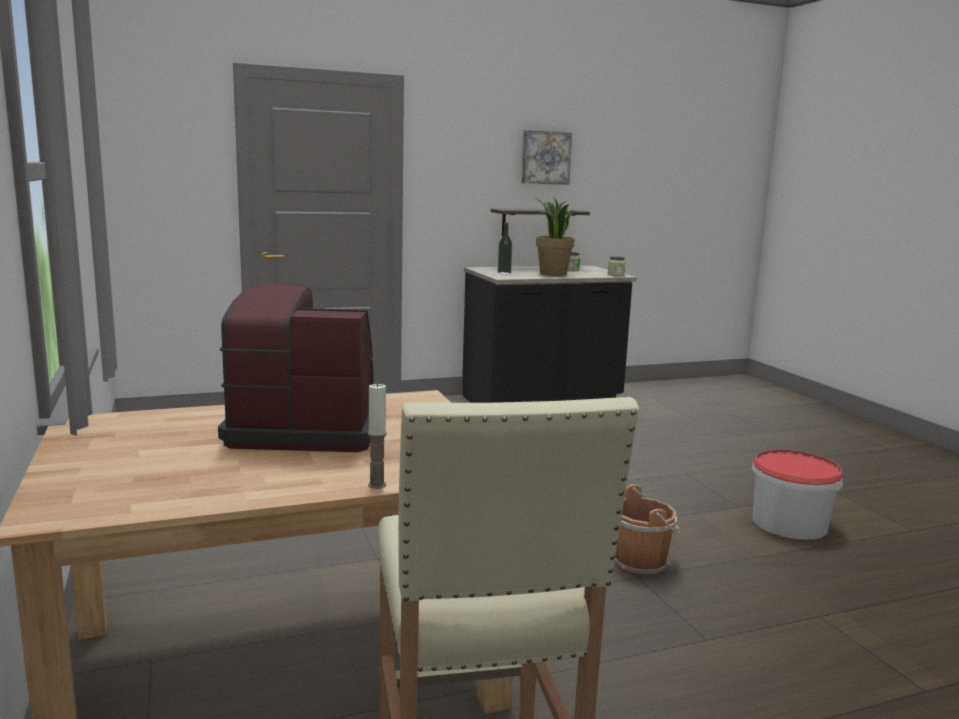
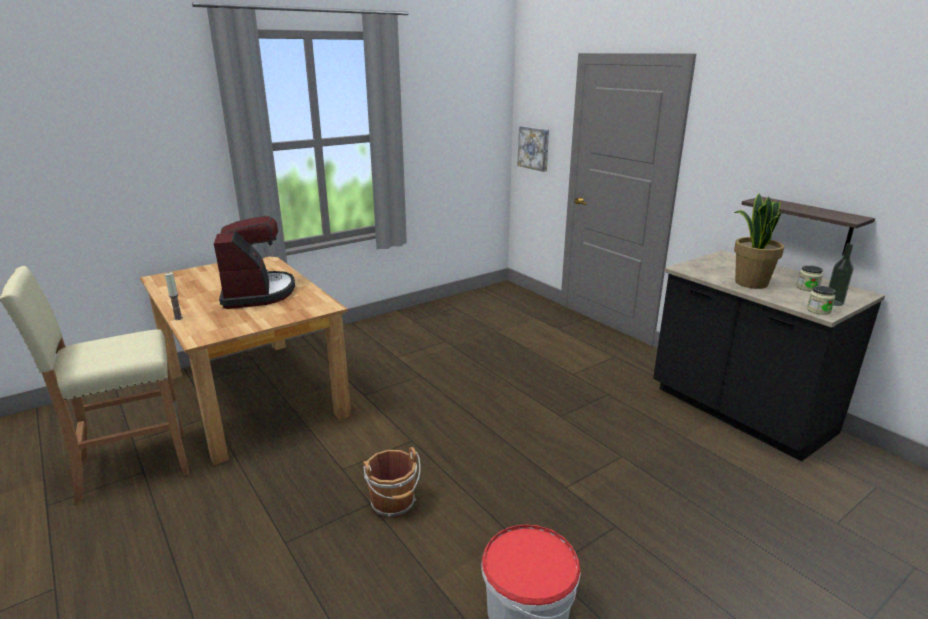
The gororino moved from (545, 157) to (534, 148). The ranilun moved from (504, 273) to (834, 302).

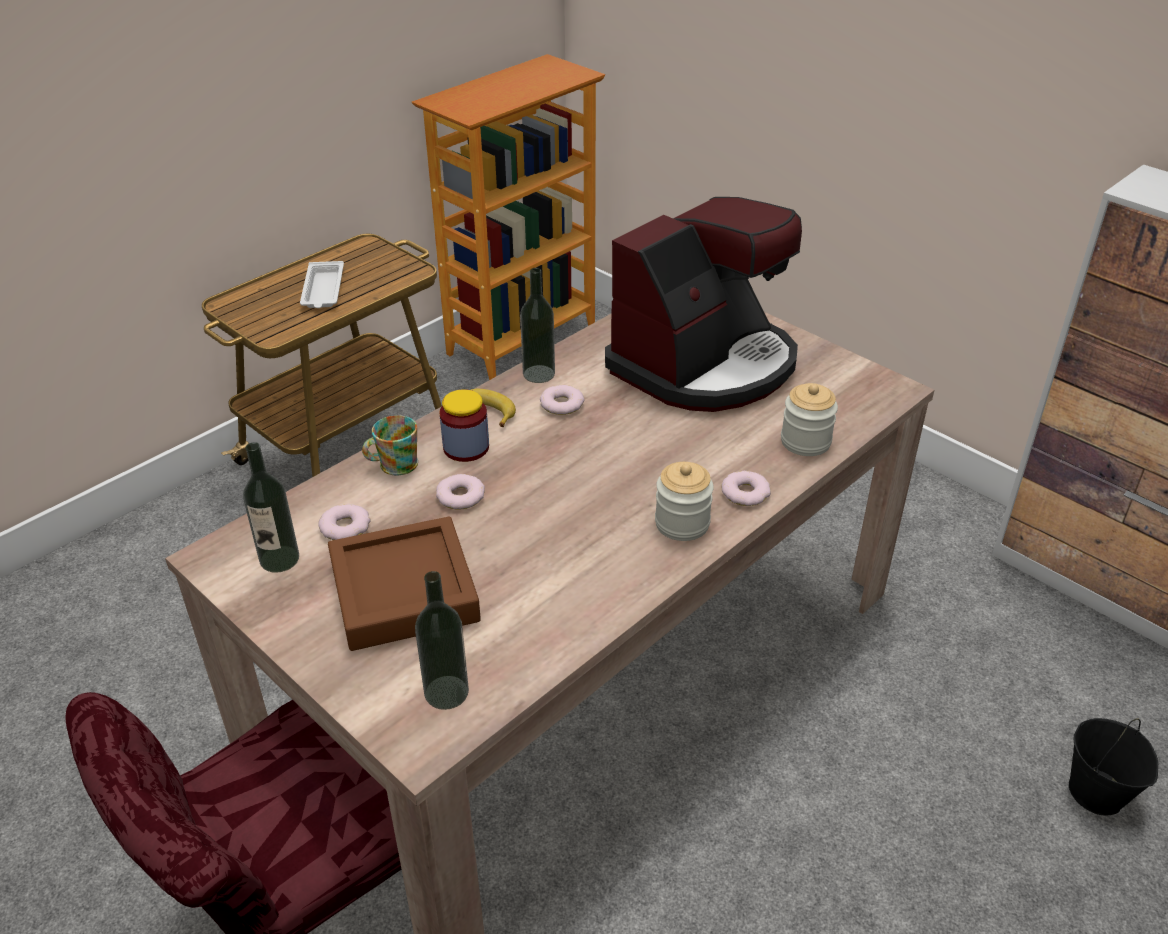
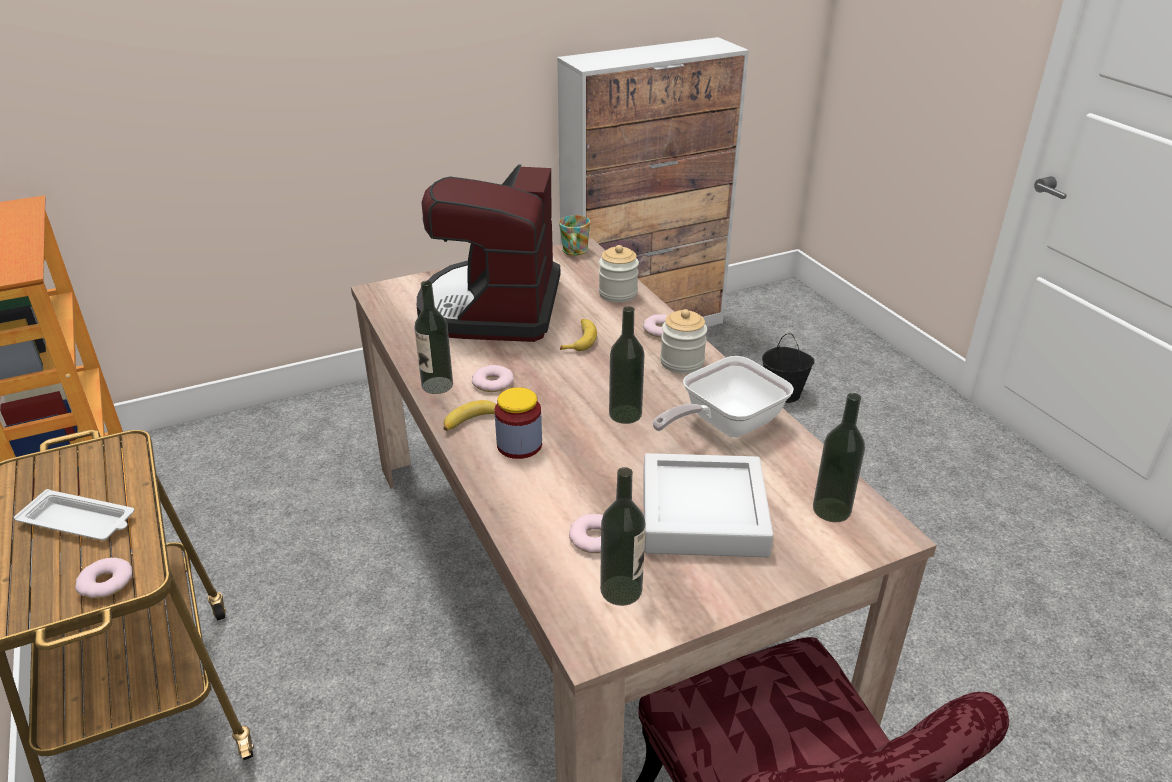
The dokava at (705, 365) turned 150 degrees counterclockwise. The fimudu moved from (393, 464) to (574, 251). The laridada moved from (460, 496) to (106, 582). The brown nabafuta at (404, 592) became the grey nabafuta at (703, 514). The ranilun at (625, 414) appeared. The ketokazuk at (580, 340) appeared. The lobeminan at (724, 425) appeared.

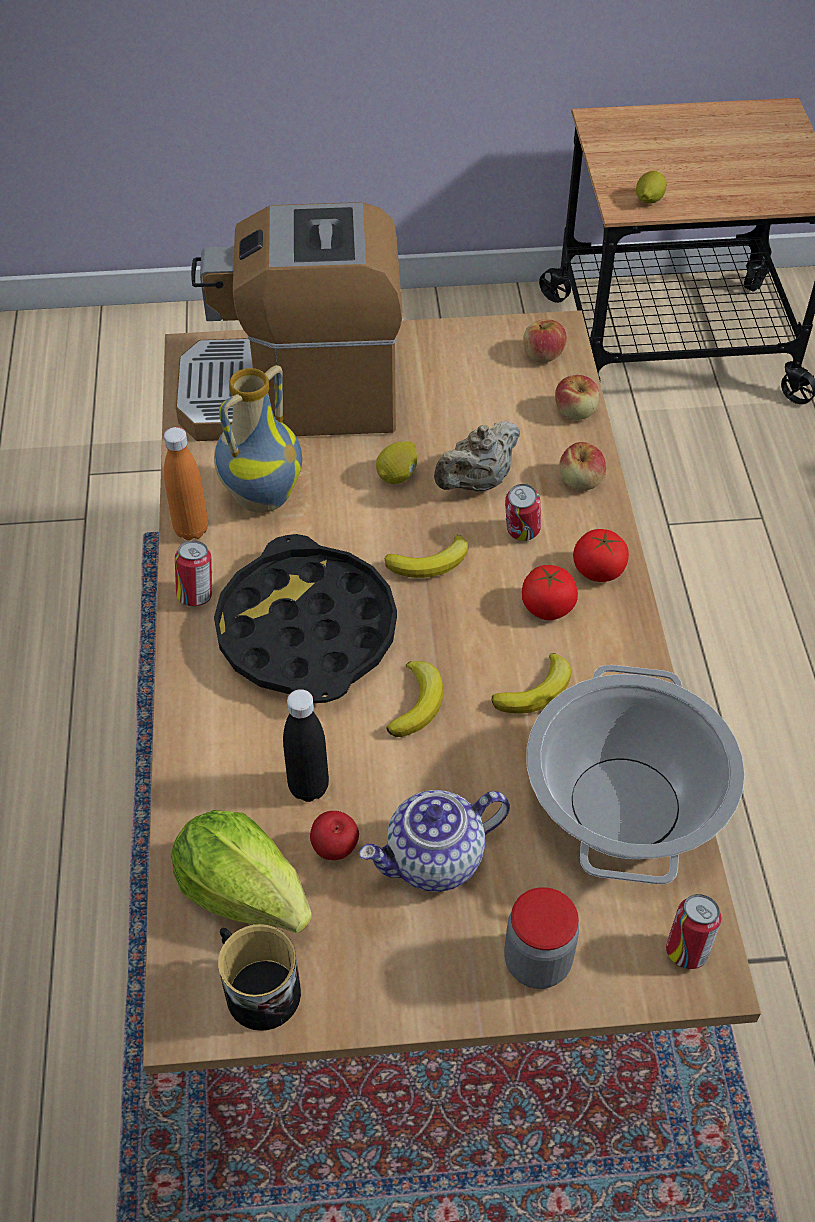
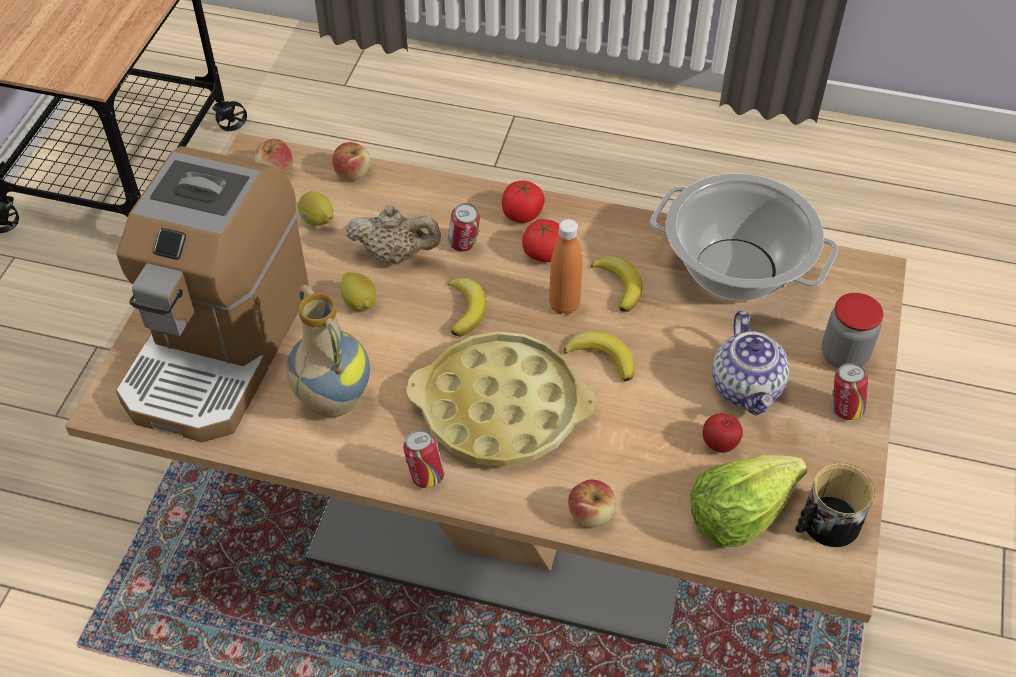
The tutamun moved from (648, 200) to (317, 220). The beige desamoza at (477, 482) turned 60 degrees counterclockwise. The orange ranilun moved from (191, 529) to (564, 305). The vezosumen moved from (580, 481) to (591, 514). The black nabafuta at (306, 631) became the yellow nabafuta at (500, 408). The black ranilun at (308, 787) disappeared. The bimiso moved from (687, 950) to (844, 409).

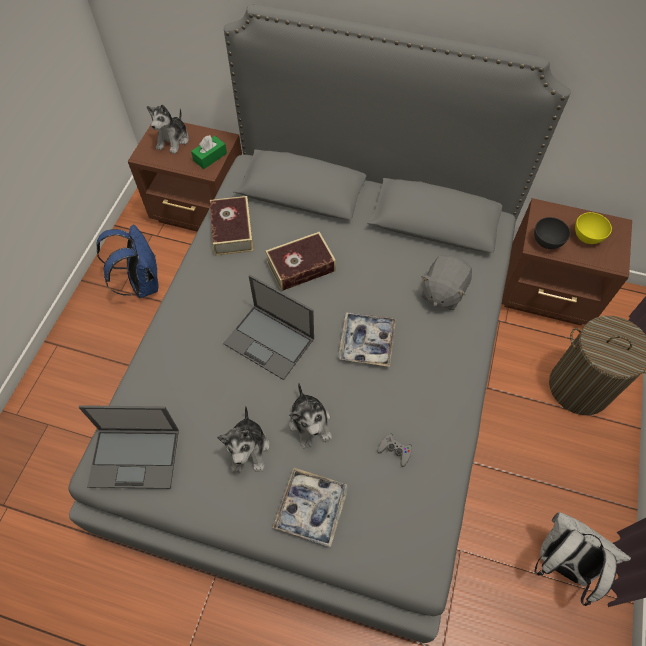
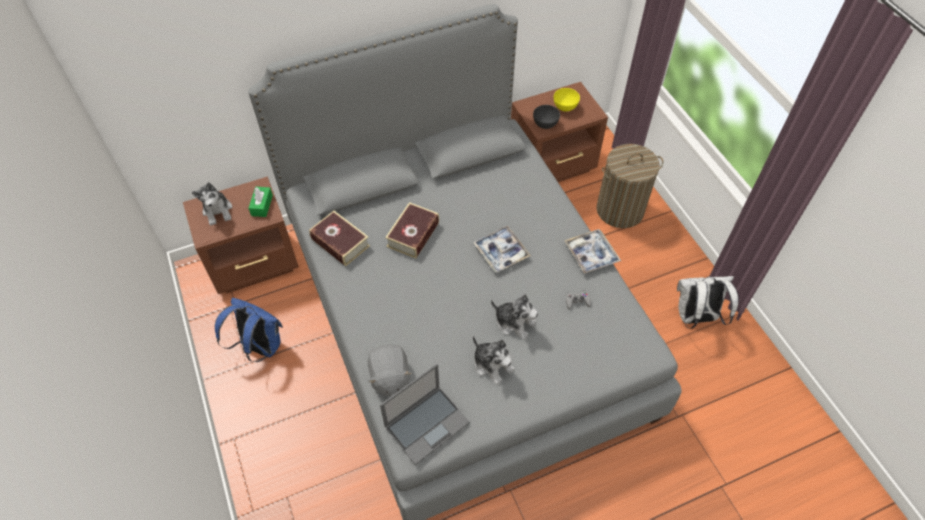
The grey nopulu moved from (442, 292) to (389, 378). The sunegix at (270, 341) disappeared. The nabafuta moved from (311, 508) to (591, 254).

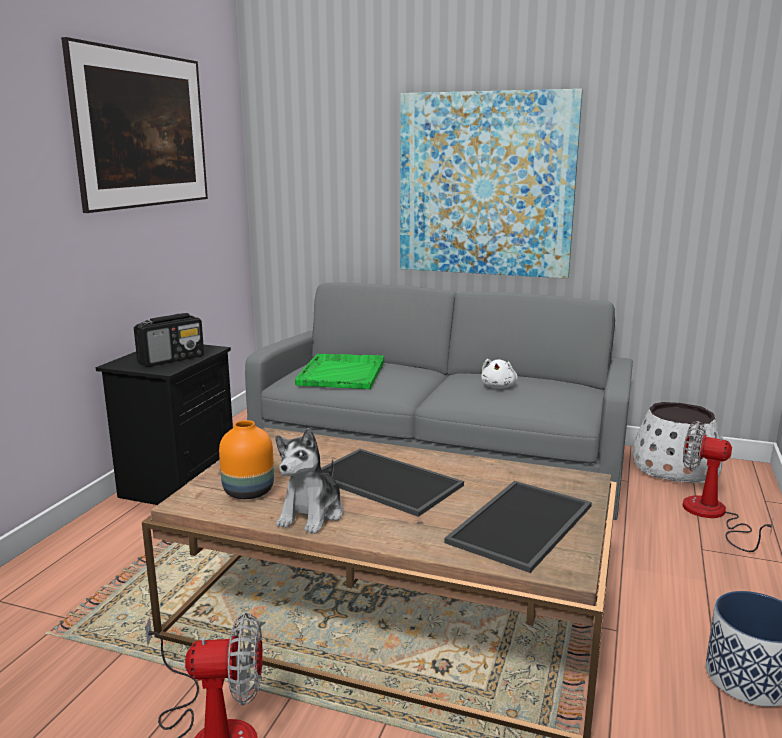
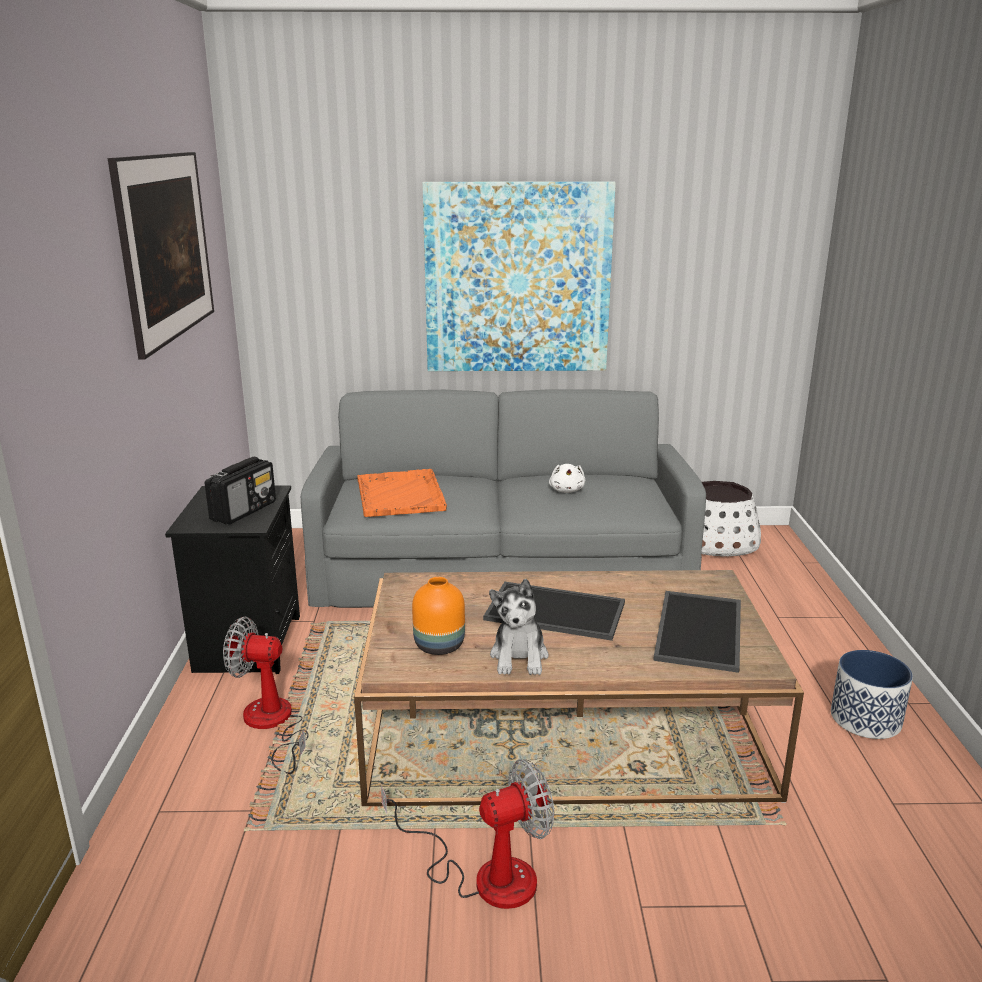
The green nabafuta at (342, 373) became the orange nabafuta at (400, 495). The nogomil moved from (712, 516) to (272, 724).

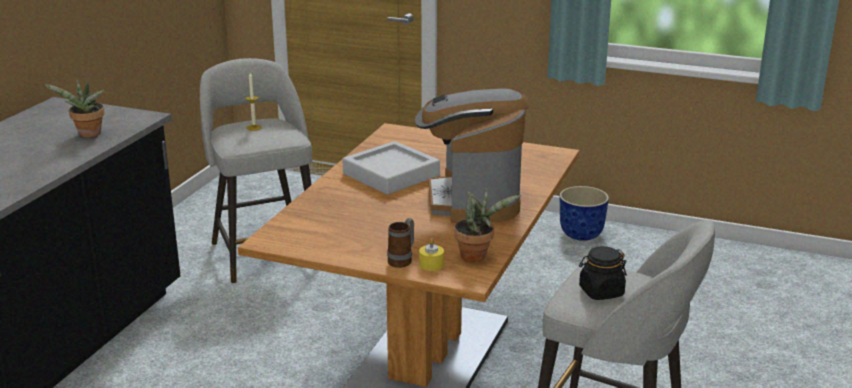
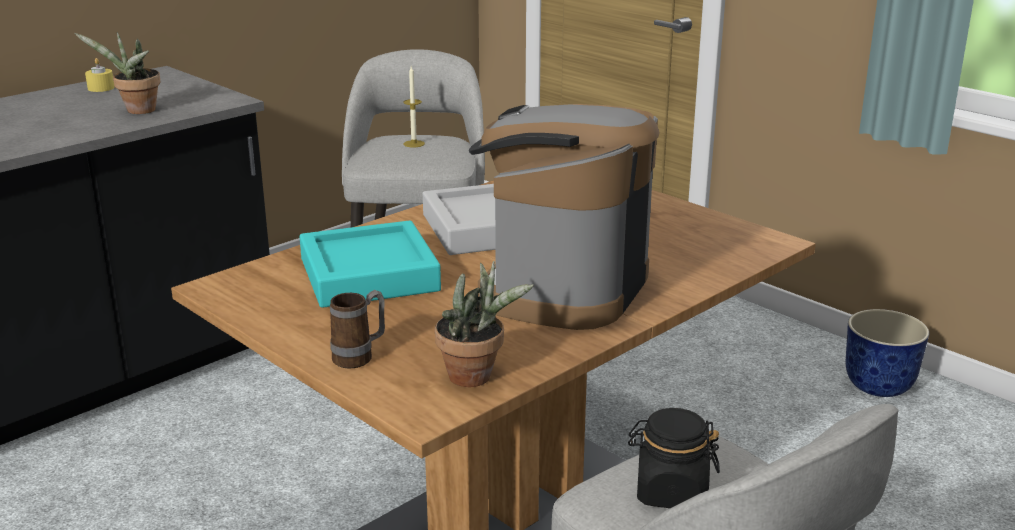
The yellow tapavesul moved from (431, 265) to (101, 88). The turquoise nabafuta at (369, 275) appeared.

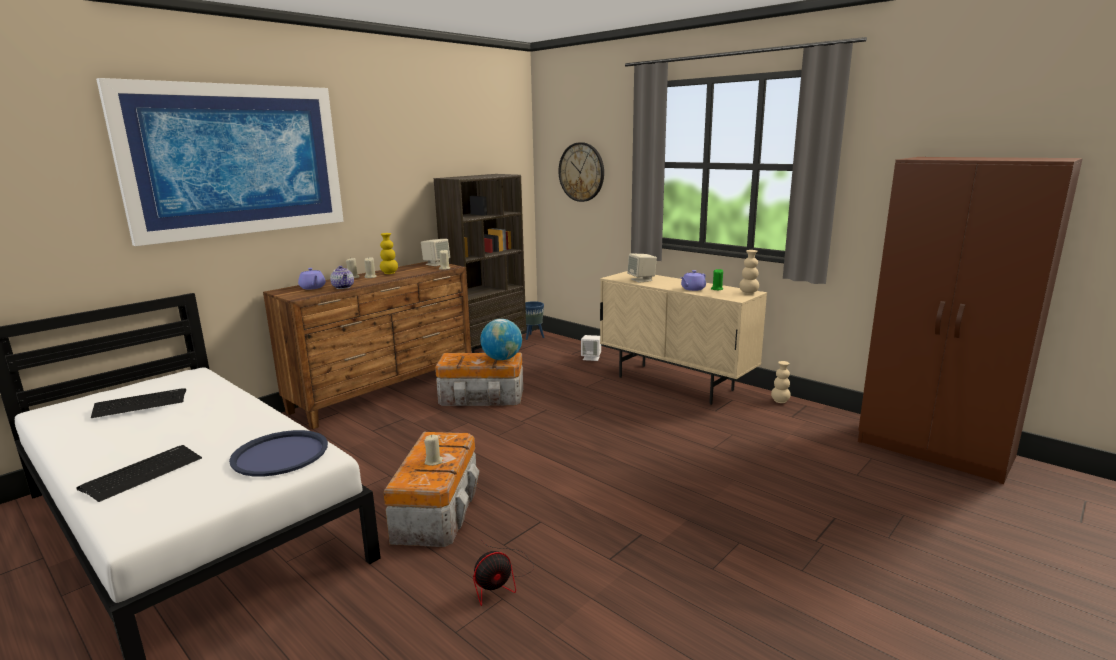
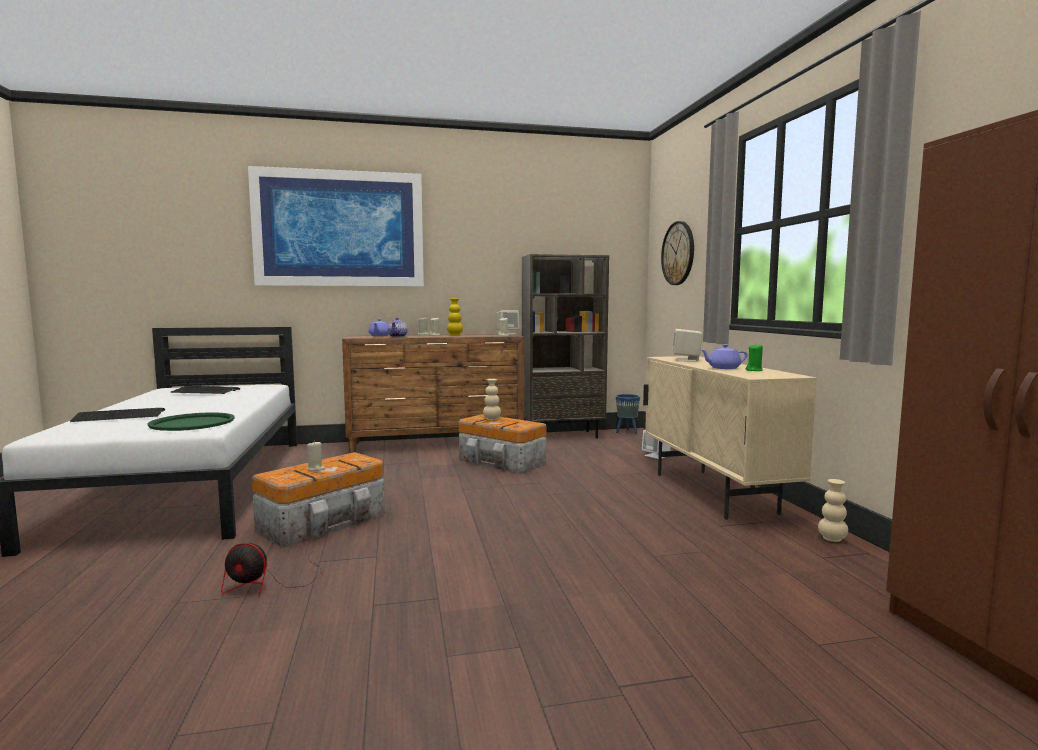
The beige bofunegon moved from (748, 293) to (492, 419). The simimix at (502, 359) disappeared. The blue nabafuta at (280, 454) became the green nabafuta at (192, 423).

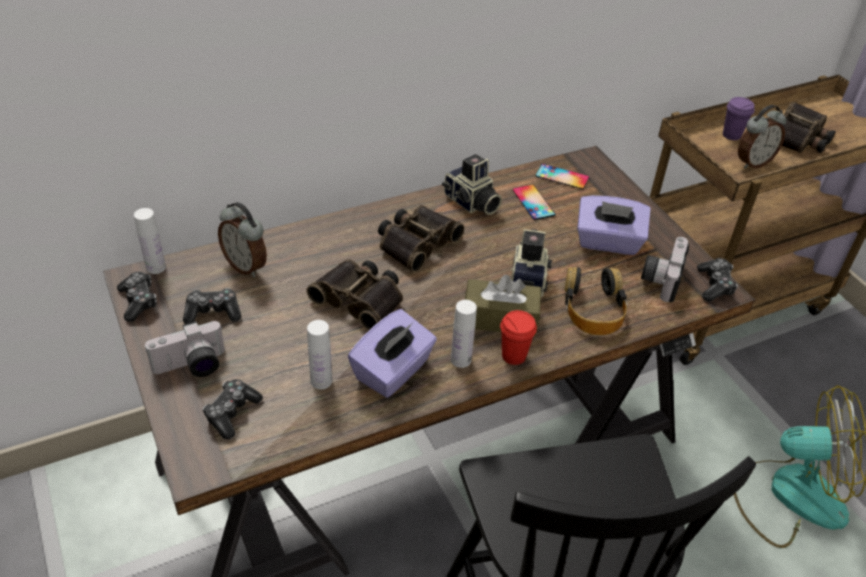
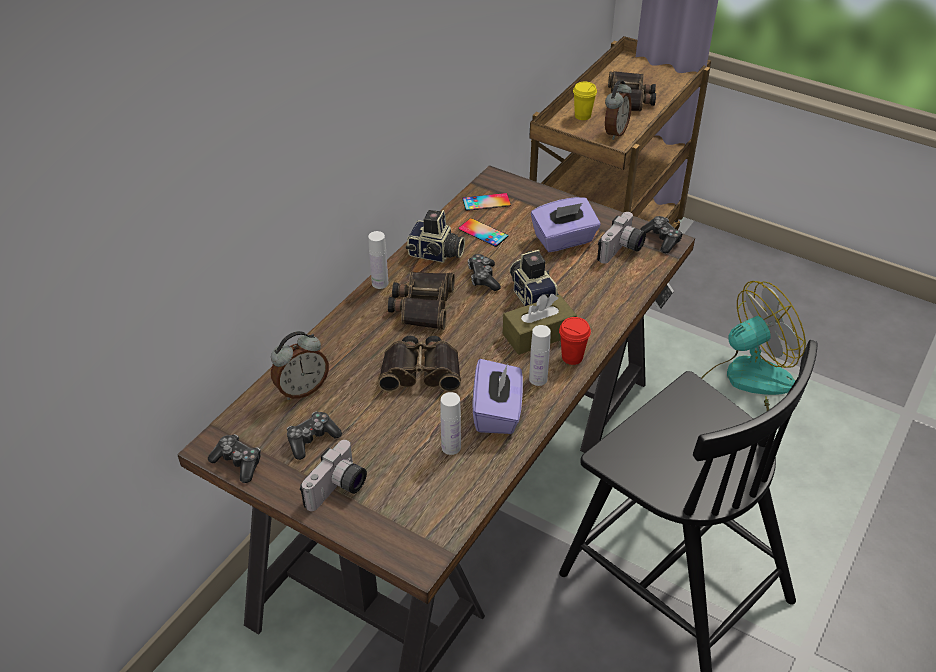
The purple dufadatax at (731, 135) became the yellow dufadatax at (582, 116). The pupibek at (246, 266) turned 45 degrees counterclockwise. The white ranilun moved from (156, 267) to (380, 283). The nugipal at (660, 278) turned 135 degrees counterclockwise. The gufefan at (593, 308) disappeared. The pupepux moved from (232, 413) to (483, 278).

